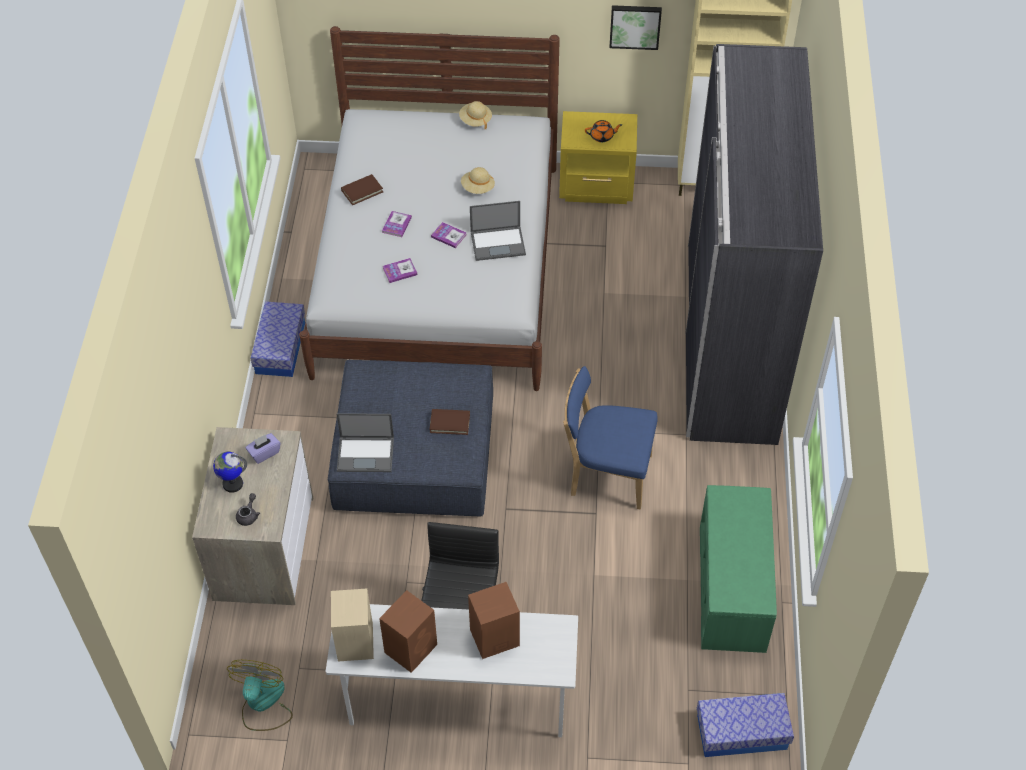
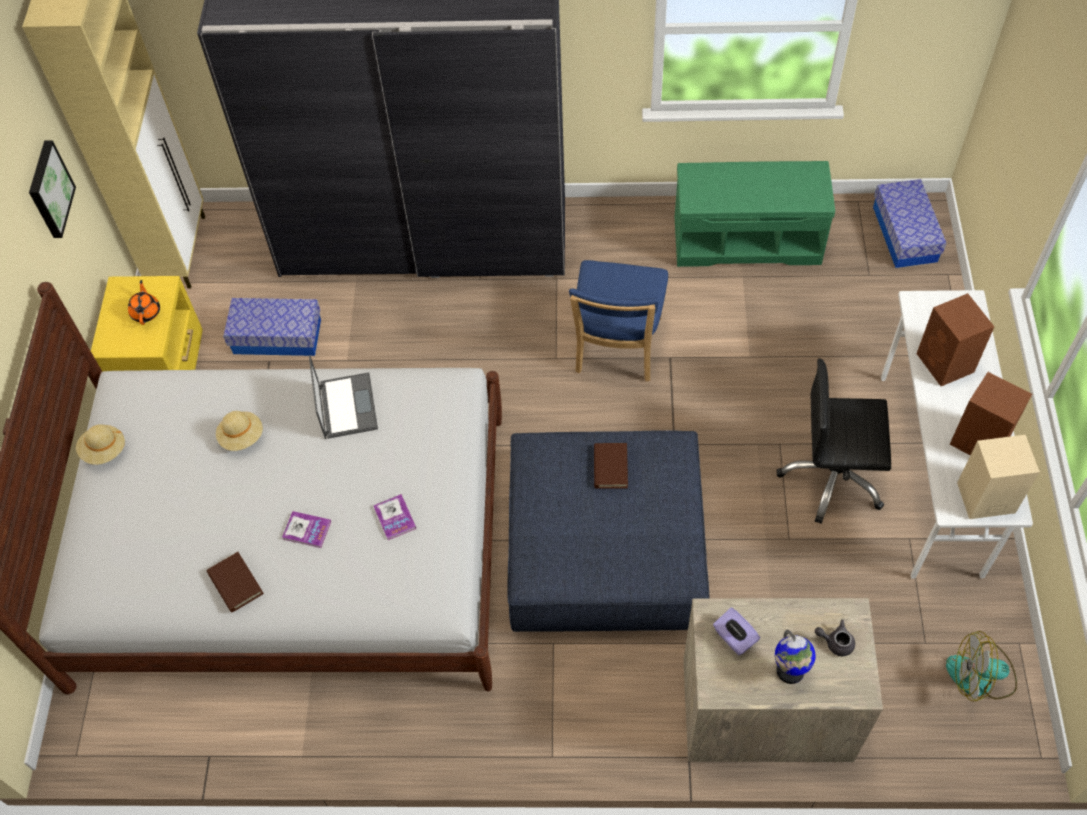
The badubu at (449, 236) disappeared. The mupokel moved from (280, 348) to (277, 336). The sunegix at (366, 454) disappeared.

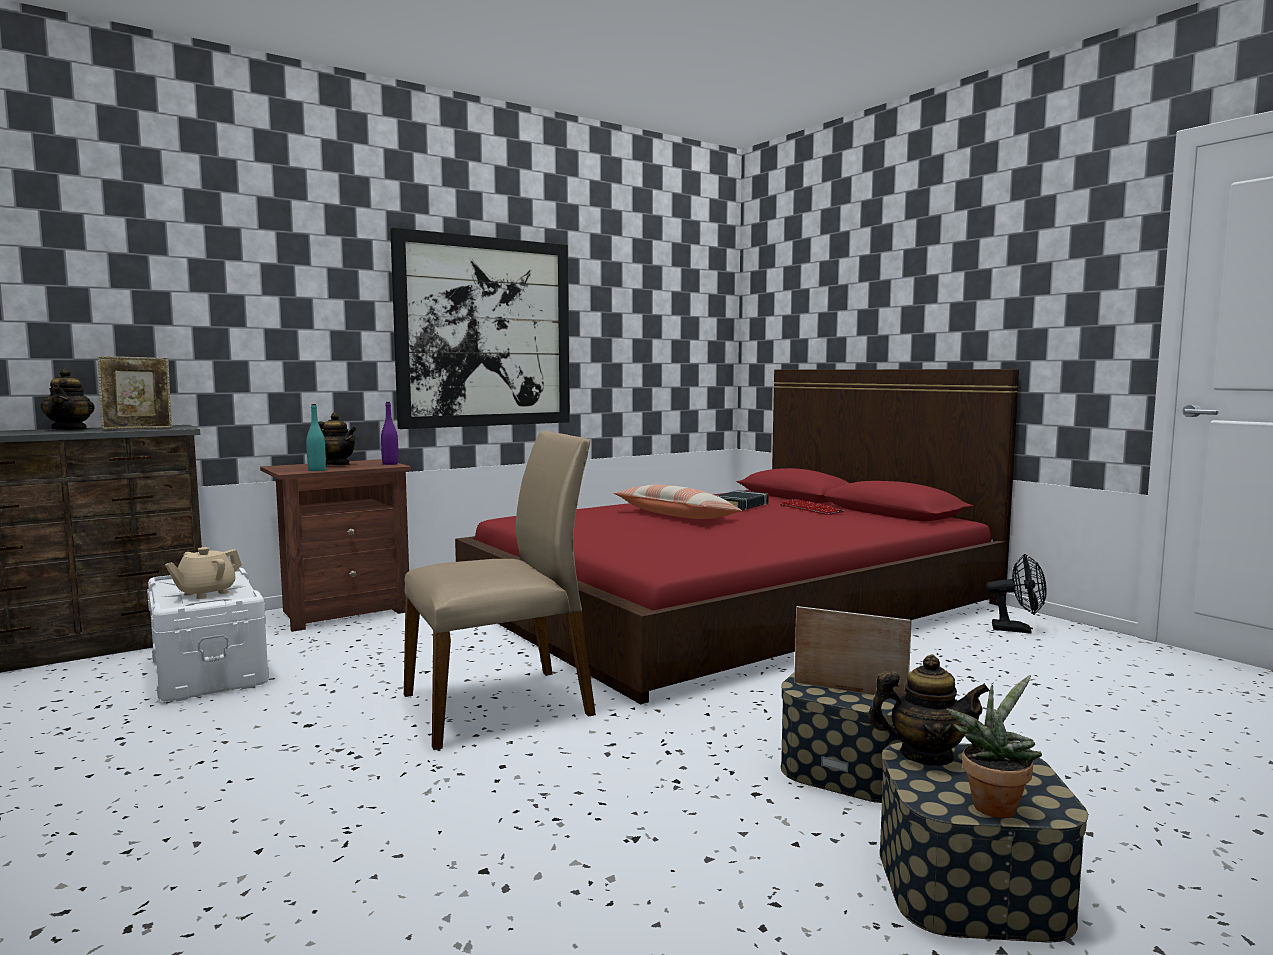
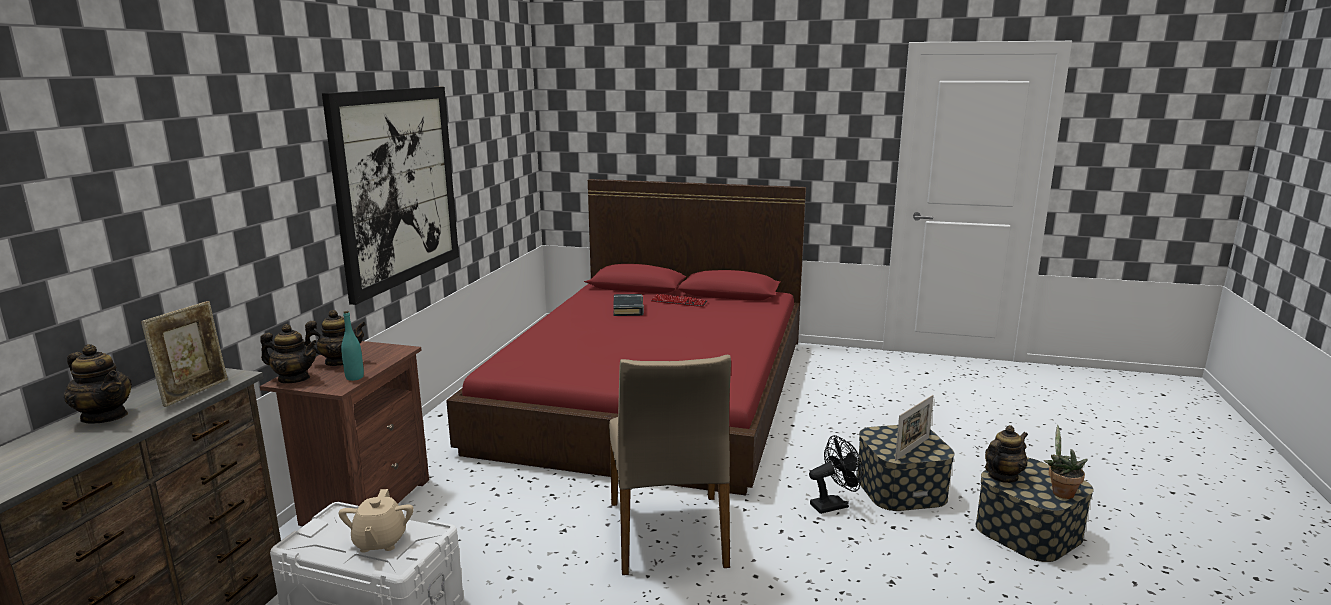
The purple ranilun at (390, 464) disappeared. The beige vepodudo at (500, 705) turned 150 degrees clockwise. The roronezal at (676, 516) disappeared. The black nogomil moved from (1018, 630) to (834, 504). The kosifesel at (849, 691) turned 150 degrees clockwise. The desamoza at (294, 379) appeared.

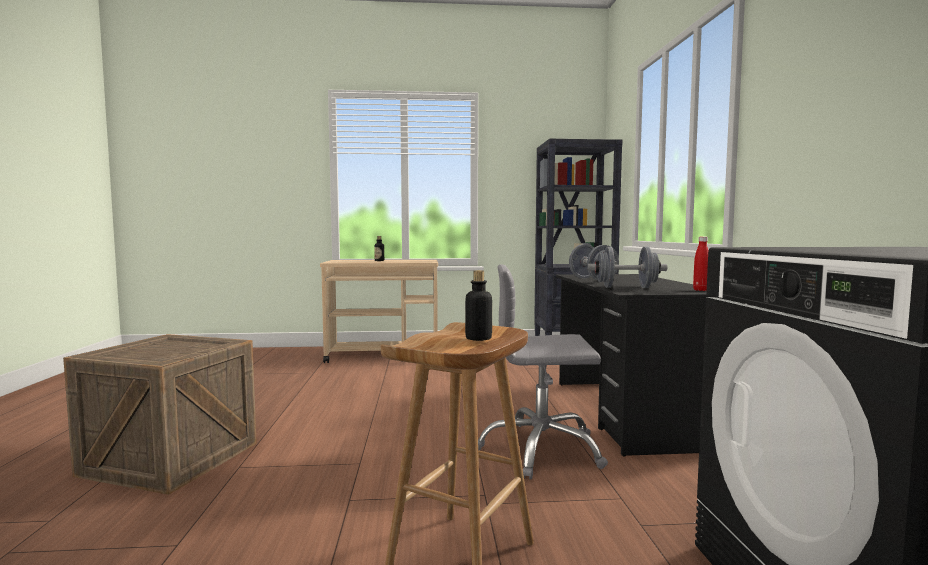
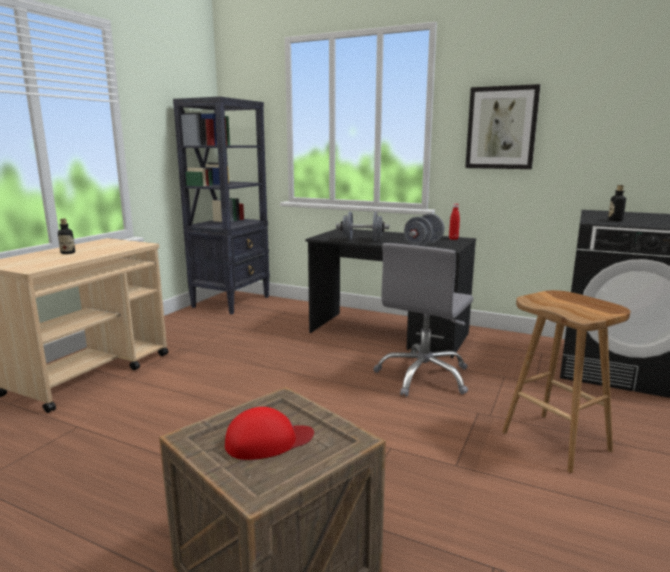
The ranilun moved from (478, 338) to (615, 220). The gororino at (501, 128) appeared. The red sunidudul at (268, 441) appeared.

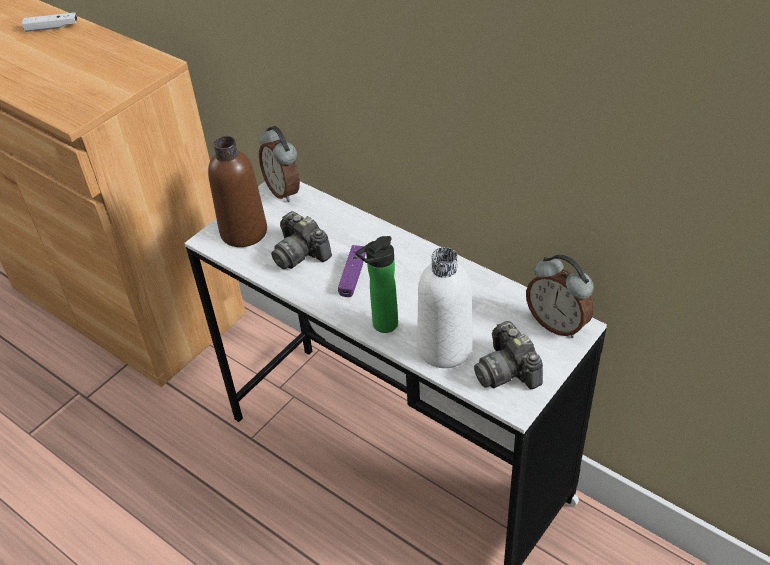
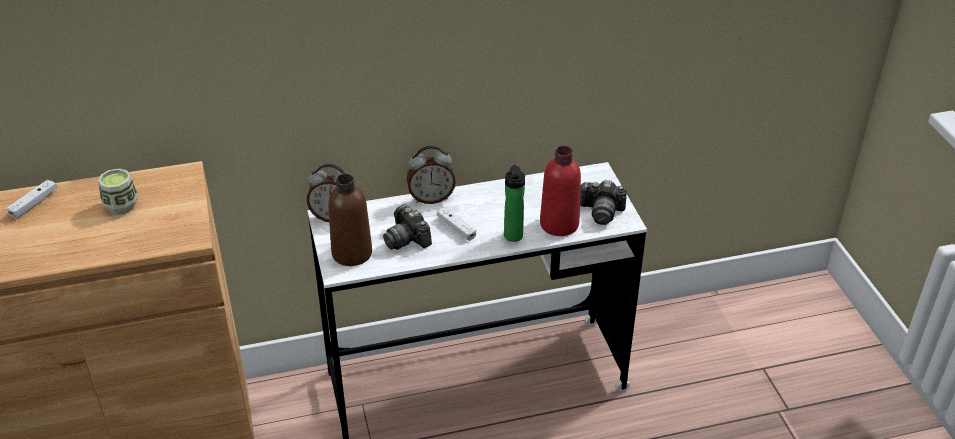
The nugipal at (300, 253) turned 60 degrees clockwise. The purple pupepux at (353, 276) became the white pupepux at (456, 228). The white ranilun at (445, 348) became the red ranilun at (559, 224). The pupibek moved from (557, 324) to (431, 198). The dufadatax at (121, 206) appeared.

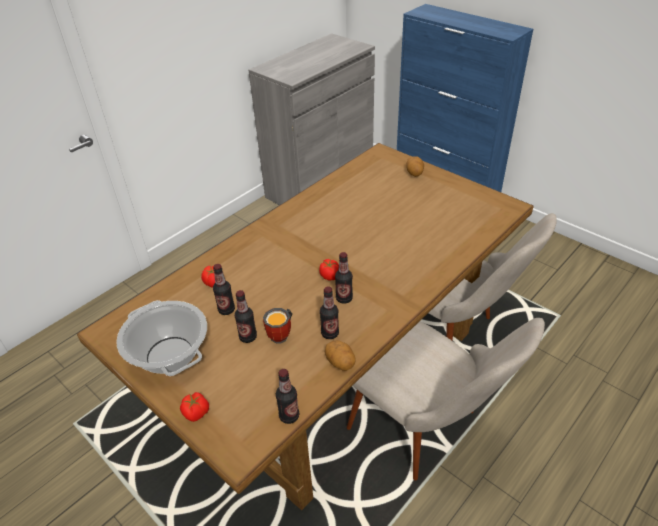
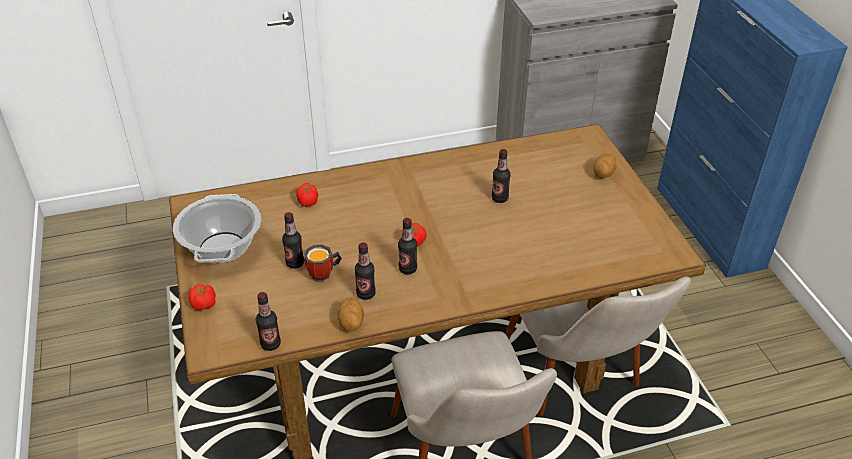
The ranilun moved from (226, 310) to (499, 198).

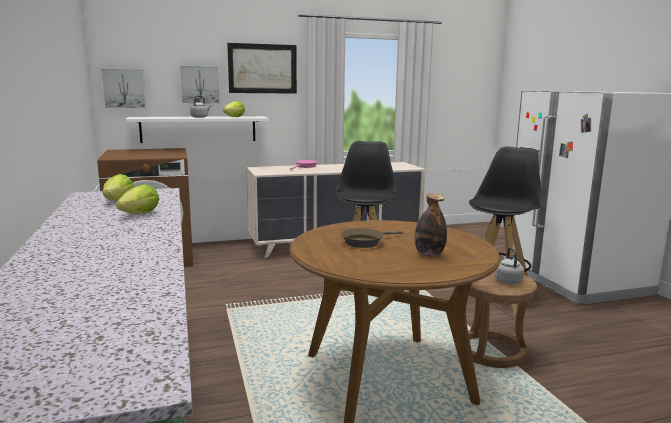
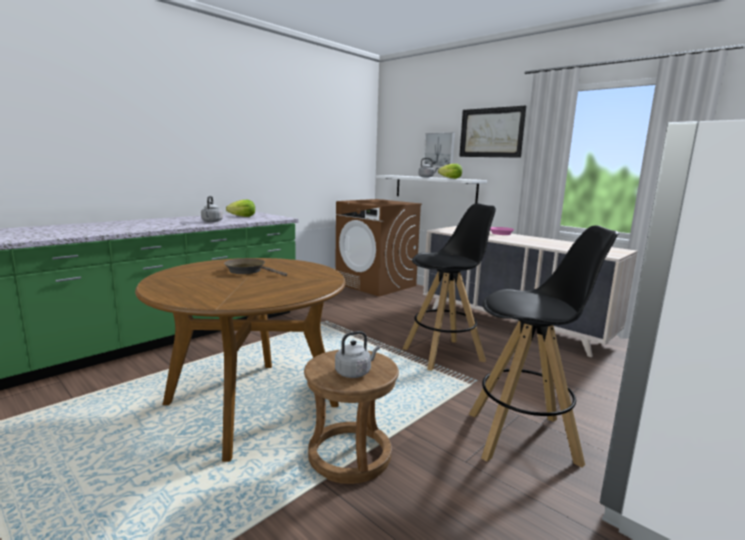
The gororino at (124, 88) disappeared. The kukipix at (140, 214) was replaced by the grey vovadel at (211, 221). The ranilun at (429, 254) disappeared.

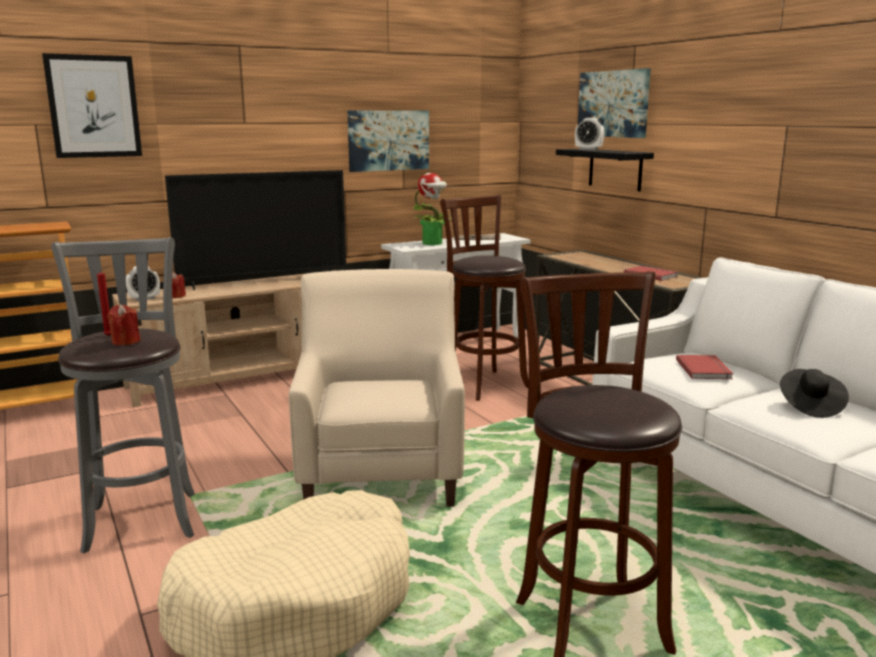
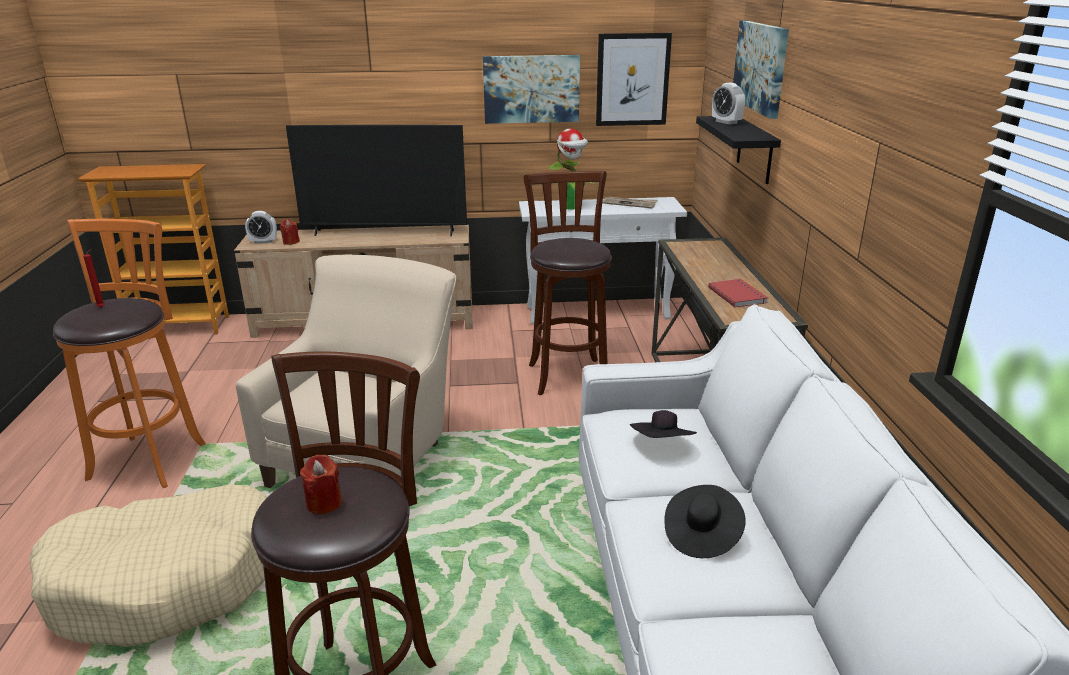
The gororino moved from (93, 106) to (632, 79). The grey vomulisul at (142, 518) became the orange vomulisul at (151, 458). The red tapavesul moved from (126, 341) to (324, 503). The red badubu at (705, 369) was replaced by the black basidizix at (662, 445).

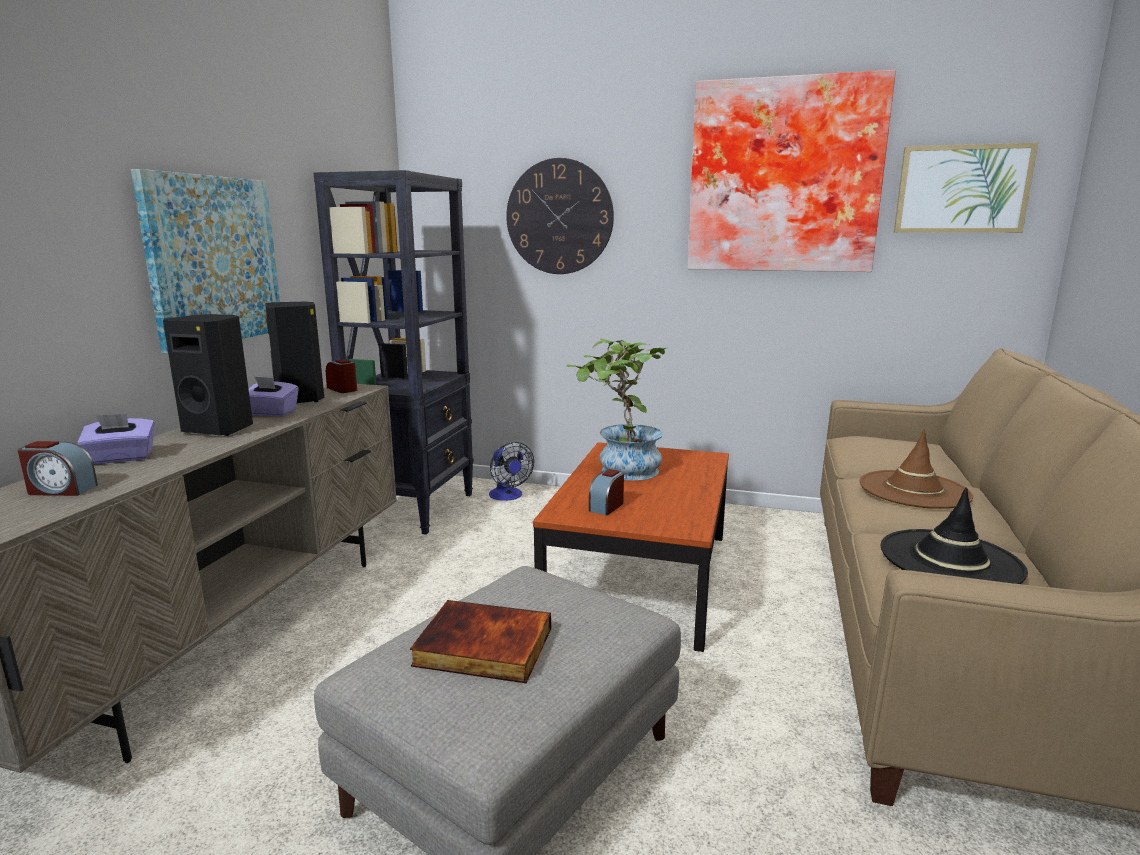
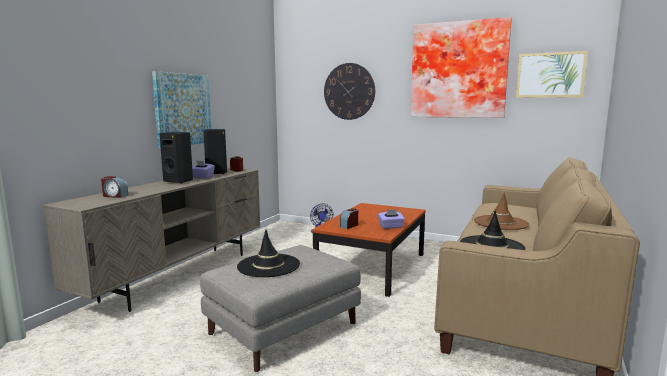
The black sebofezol at (415, 508) disappeared. The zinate at (620, 470) disappeared. The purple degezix moved from (121, 458) to (391, 227). The badubu at (482, 648) was replaced by the black basidizix at (268, 265).

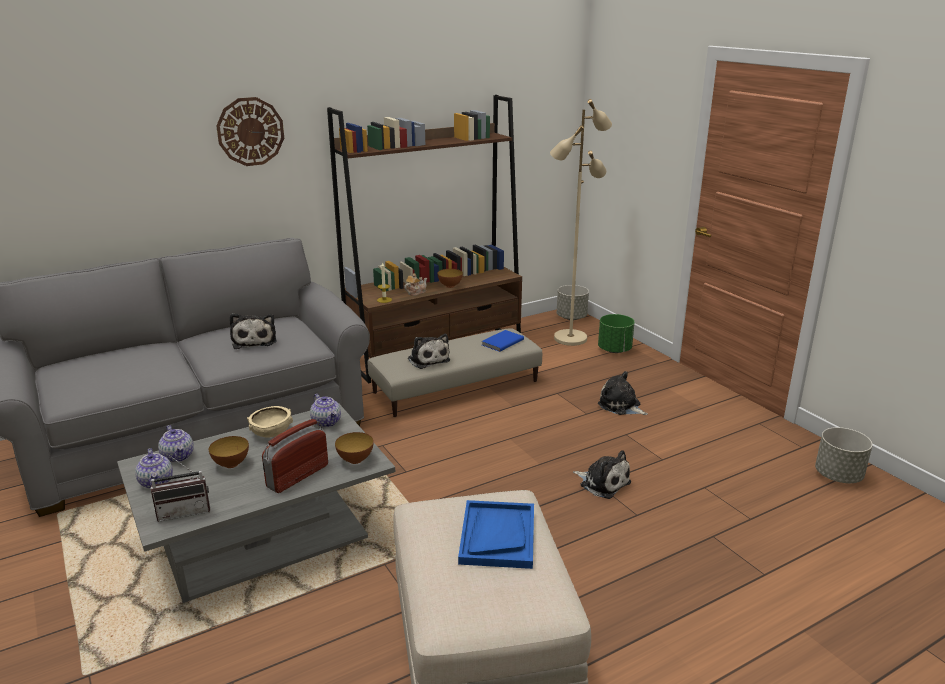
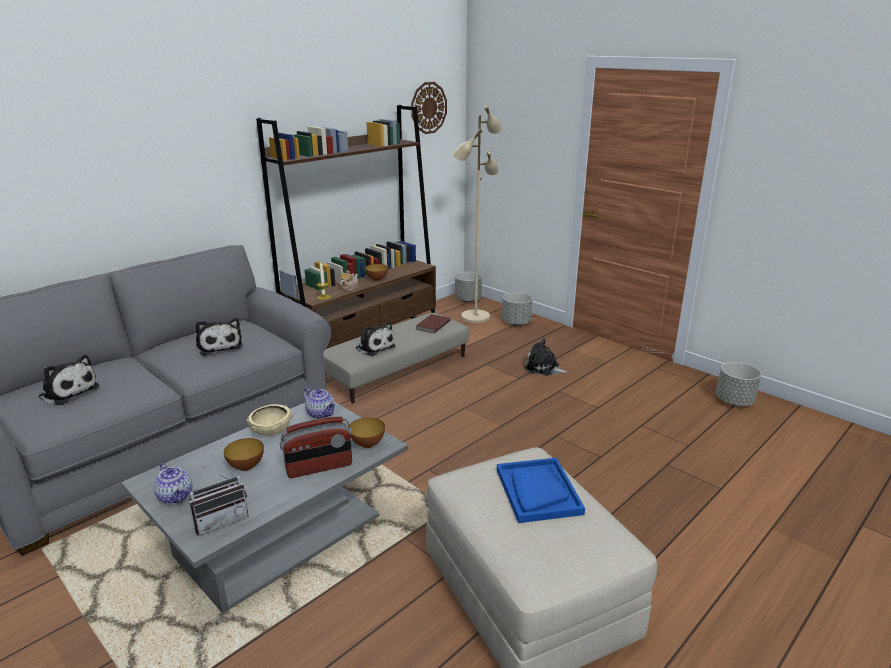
The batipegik moved from (250, 131) to (428, 108). The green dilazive at (614, 350) became the grey dilazive at (516, 322). The blue badubu at (501, 342) became the brown badubu at (432, 325). The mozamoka at (297, 476) turned 135 degrees counterclockwise. The desamoza at (178, 456) disappeared. The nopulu moved from (602, 483) to (68, 391).

